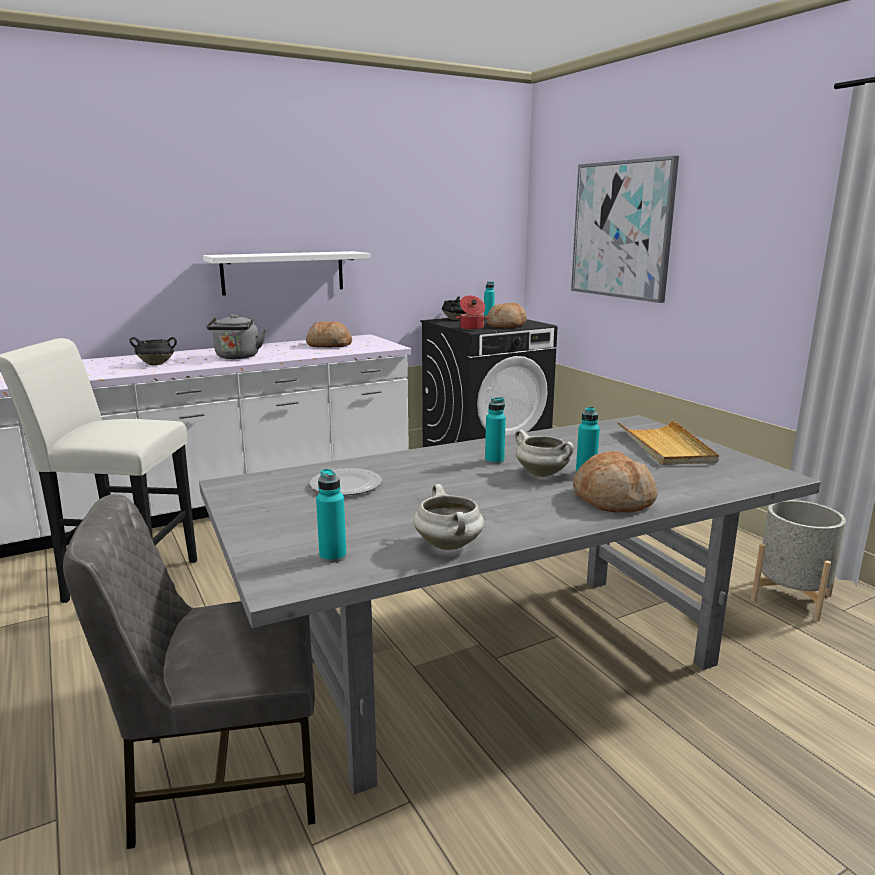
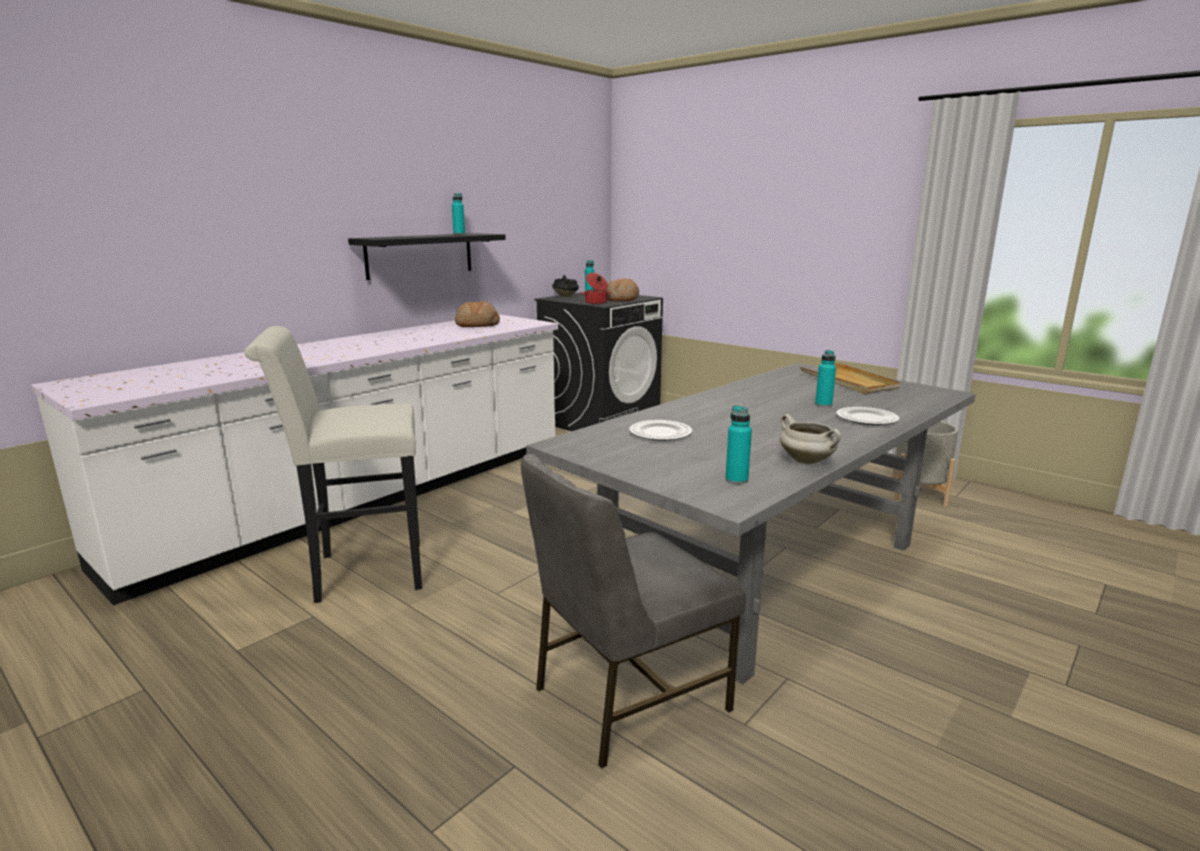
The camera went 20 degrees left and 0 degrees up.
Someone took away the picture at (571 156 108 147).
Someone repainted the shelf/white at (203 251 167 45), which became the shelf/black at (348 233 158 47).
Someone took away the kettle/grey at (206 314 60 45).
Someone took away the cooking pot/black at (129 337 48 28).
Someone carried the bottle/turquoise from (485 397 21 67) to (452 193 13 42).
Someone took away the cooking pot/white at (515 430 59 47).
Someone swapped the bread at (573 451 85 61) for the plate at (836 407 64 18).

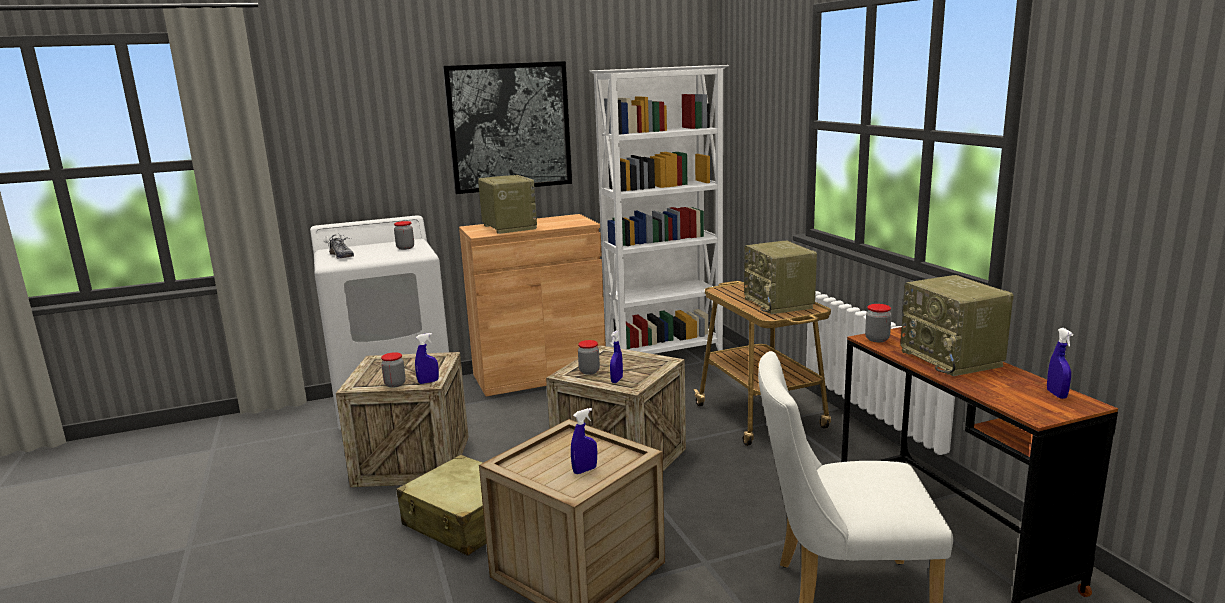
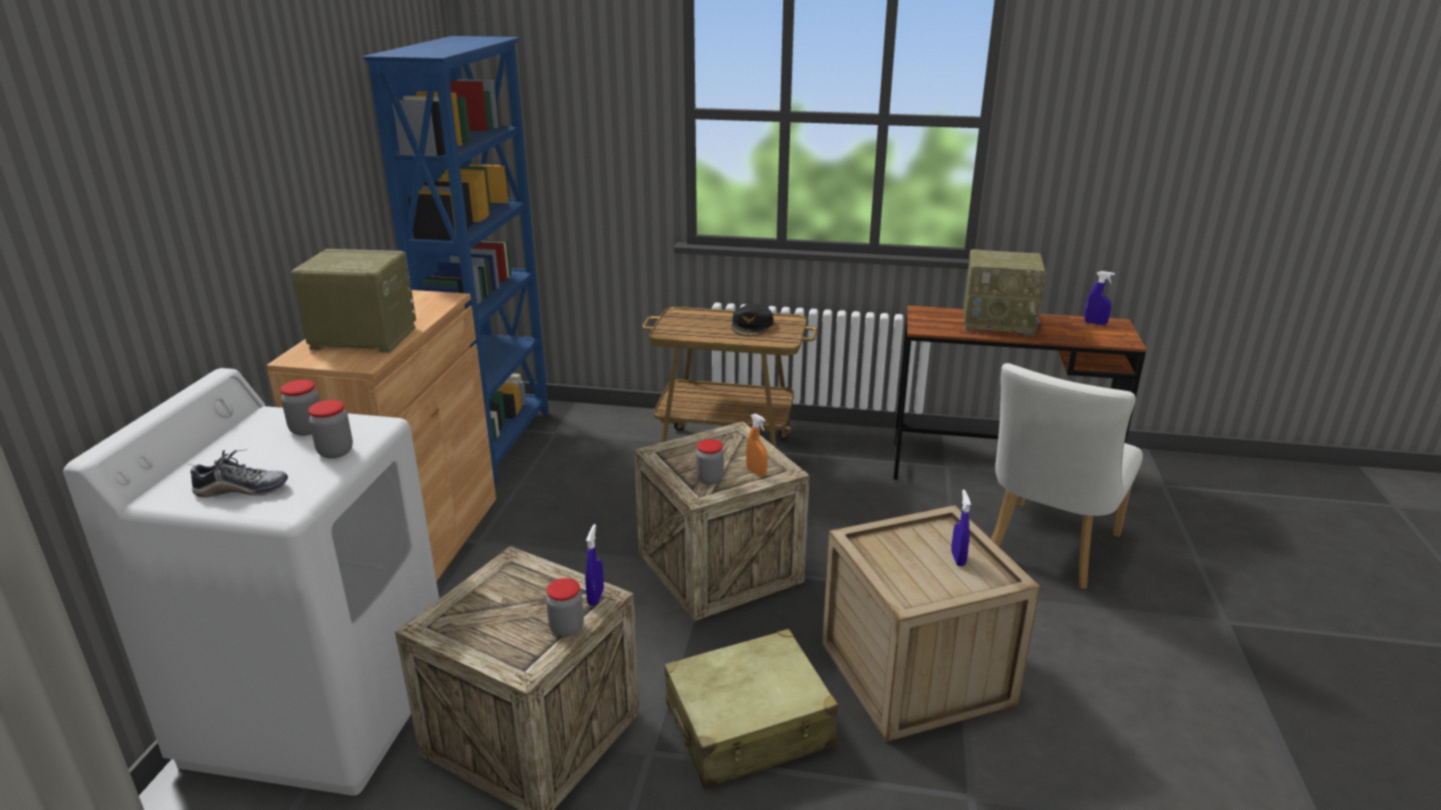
The camera went 60 degrees left and 10 degrees up.
Someone took away the picture at (443 61 129 133).
Someone repainted the bookcase/white at (590 65 139 289), which became the bookcase/blue at (363 36 186 447).
Someone swapped the radio at (744 241 73 73) for the cap/black at (731 304 43 32).
Someone carried the jar from (865 304 27 38) to (308 400 45 59).
Someone repainted the spray bottle/blue at (610 331 13 52), which became the spray bottle/orange at (746 413 22 64).

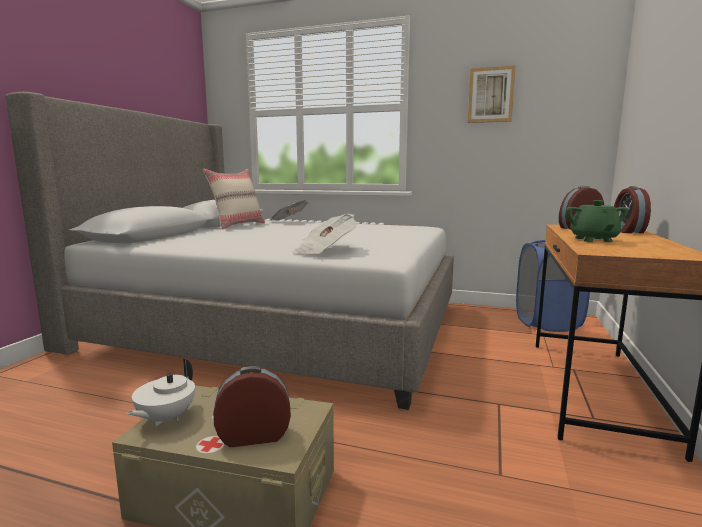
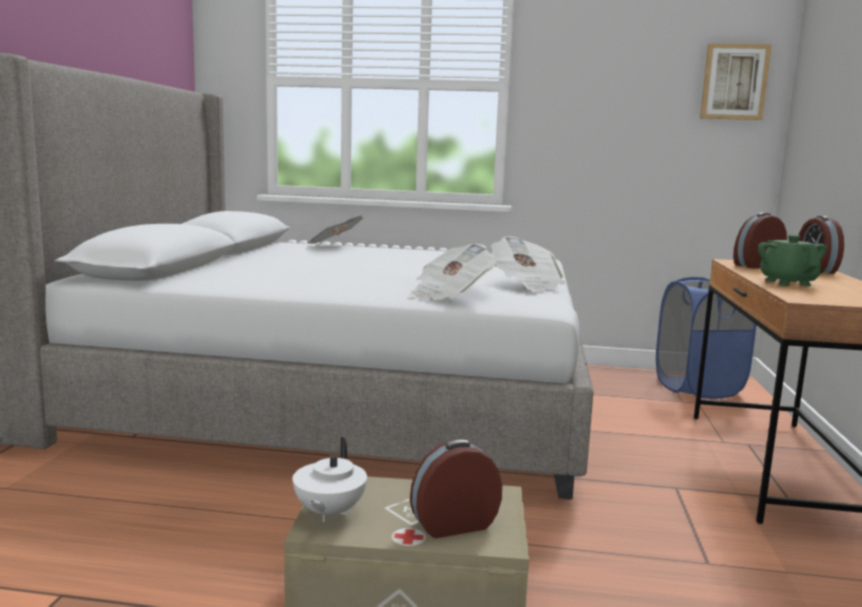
The camera went 10 degrees left and 0 degrees up.
Someone carried the picture from (468 65 48 58) to (700 44 72 76).
Someone took away the pillow/beige at (203 169 62 61).
Someone put down the newspaper at (491 236 74 56).

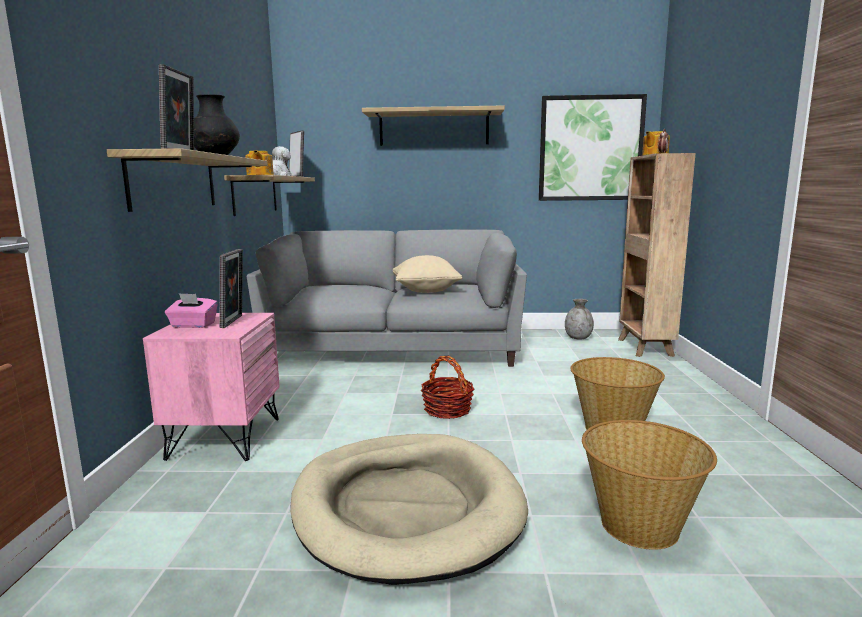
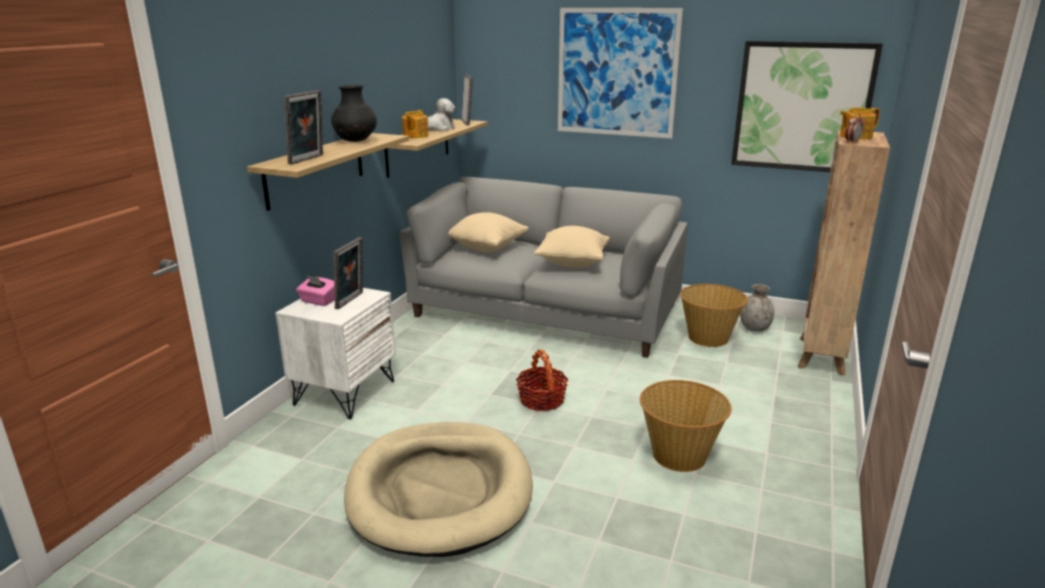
The camera went 20 degrees right and 10 degrees up.
Someone swapped the shelf at (362 106 143 40) for the picture at (558 8 125 130).
Someone repainted the nightstand/pink at (143 313 137 148), which became the nightstand/white at (276 288 119 131).
Someone carried the basket from (582 420 135 130) to (680 284 68 63).
Someone put down the pillow/beige at (448 212 81 40).

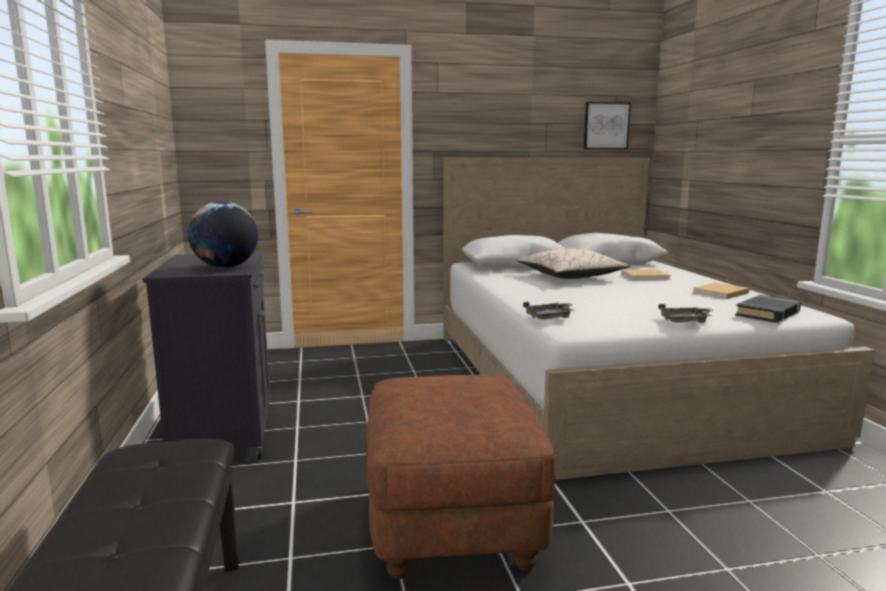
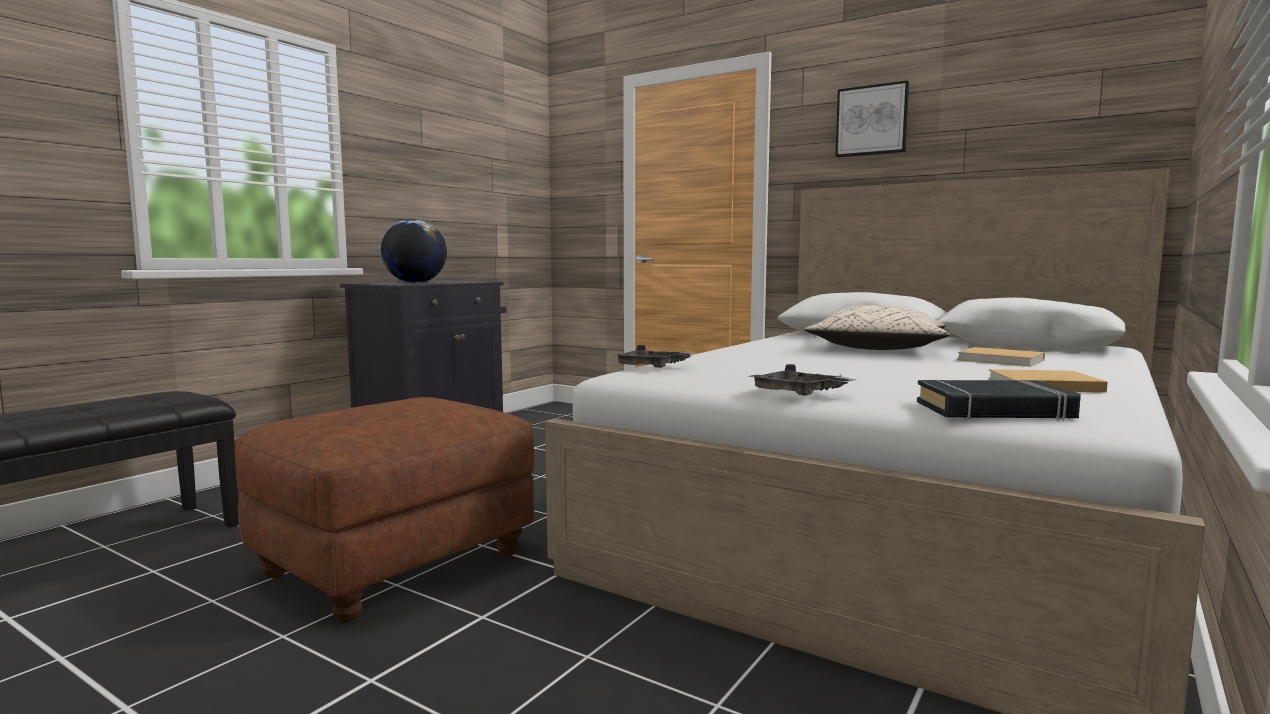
The camera went 45 degrees right and 5 degrees down.
Someone carried the picture from (583 102 48 47) to (835 80 74 77).

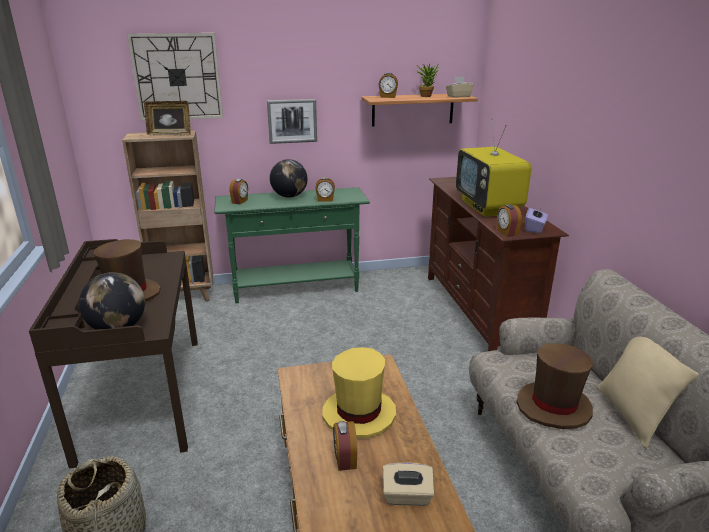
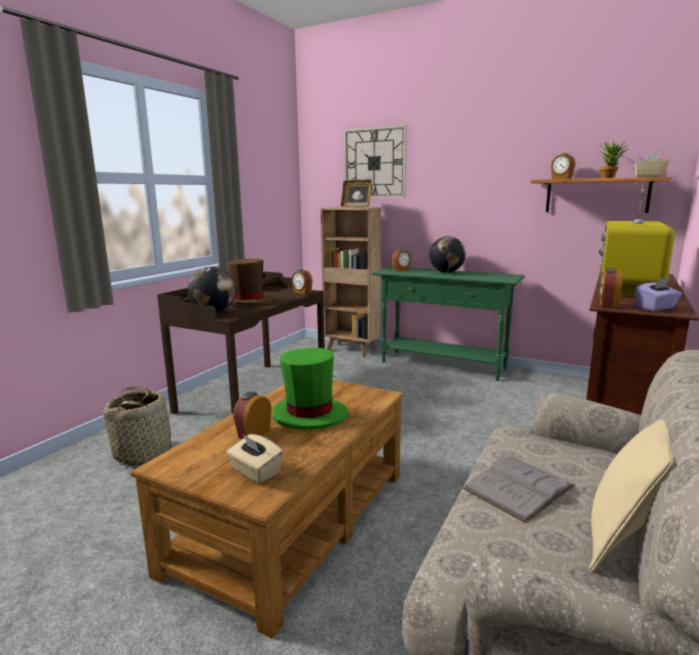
The camera went 40 degrees right and 10 degrees down.
Someone took away the picture at (267 99 50 45).
Someone carried the alarm clock from (315 177 20 25) to (292 269 21 26).
Someone swapped the hat/brown at (516 343 77 86) for the book/grey at (463 457 113 66).
Someone repainted the hat/yellow at (322 347 74 91), which became the hat/green at (273 348 75 82).

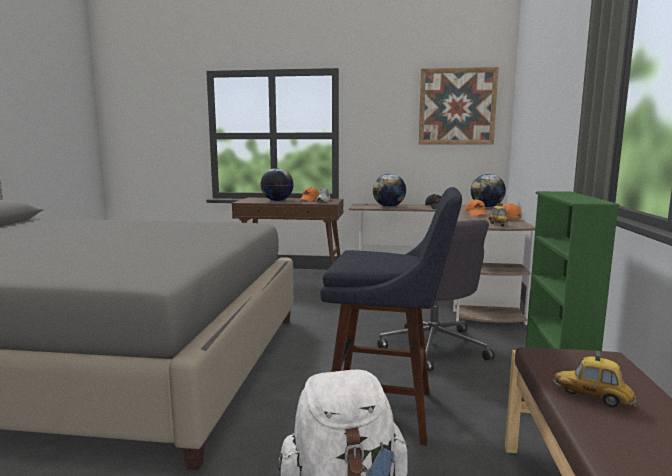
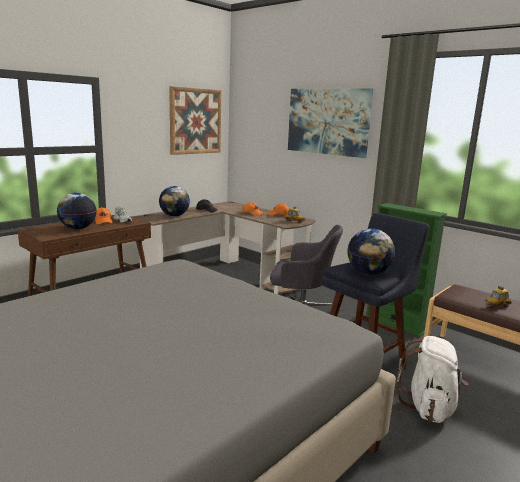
The camera went 55 degrees left and 5 degrees up.
Someone carried the globe from (471 174 35 33) to (347 228 48 47).
Someone put up the picture at (288 89 85 69).

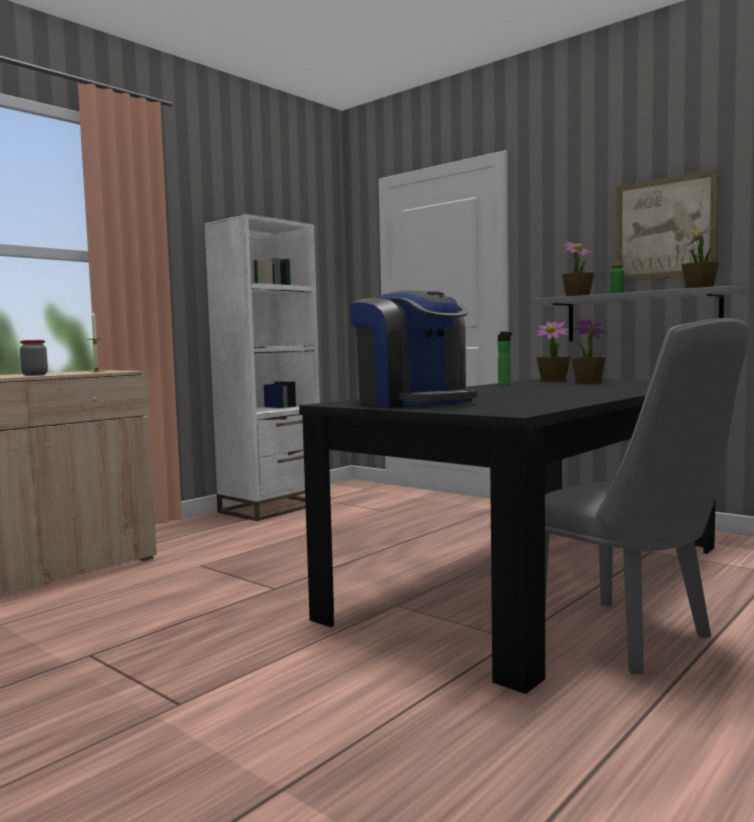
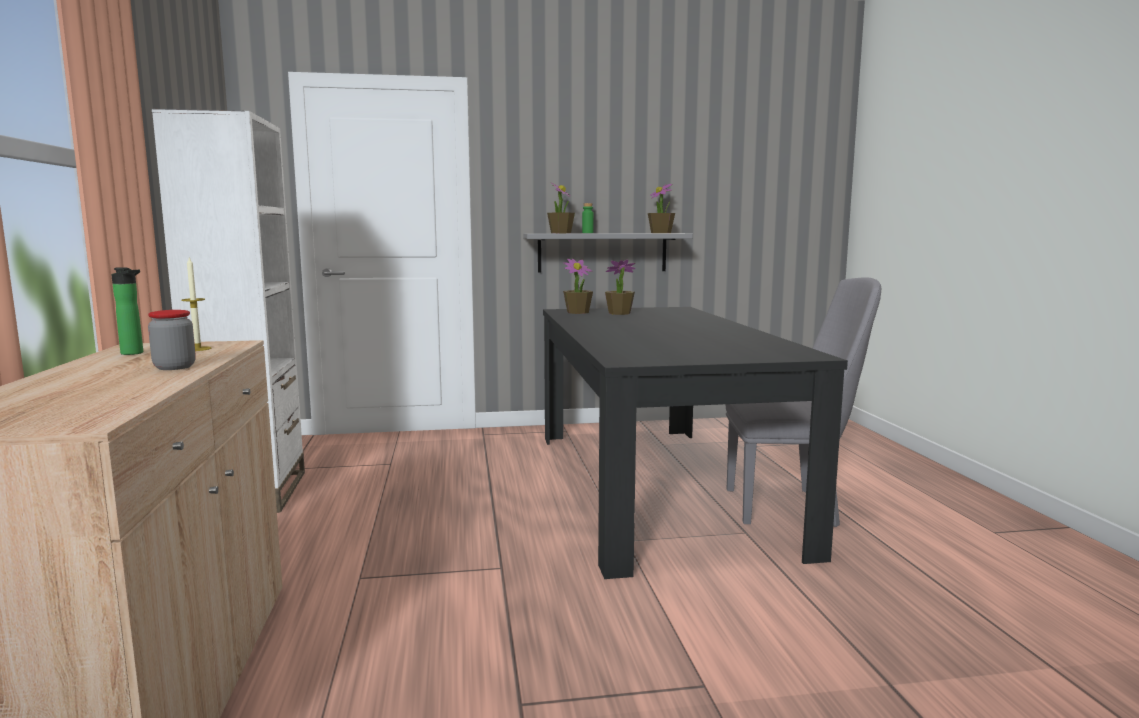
The camera went 50 degrees left and 5 degrees up.
Someone took away the picture at (616 169 103 112).
Someone took away the coffee machine at (349 290 128 118).
Someone carried the bottle from (498 331 14 54) to (112 268 31 87).

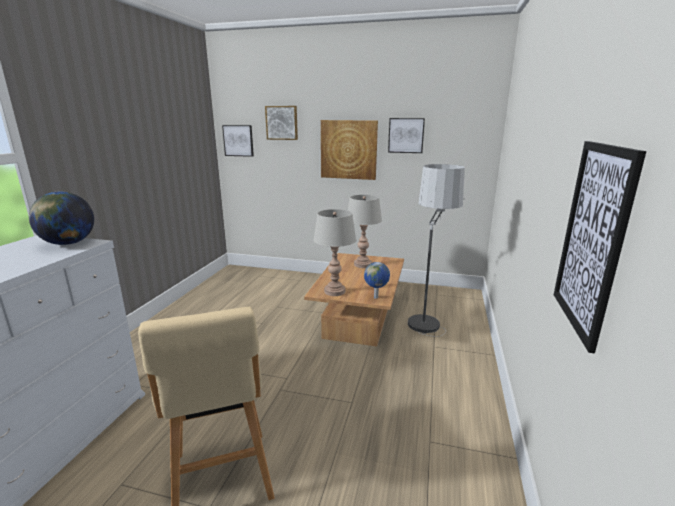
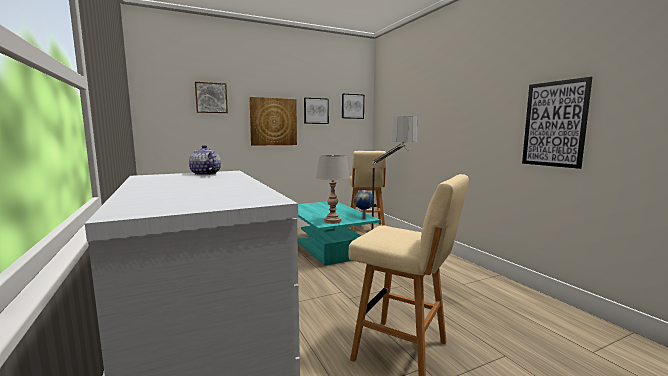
The camera went 40 degrees left and 10 degrees down.
Someone carried the picture from (222 125 32 32) to (342 94 22 25).
Someone swapped the globe at (29 191 65 54) for the teapot at (189 145 32 30).
Someone took away the table lamp/grey at (348 195 34 73).
Someone repainted the coffee table/brown at (304 253 100 94), which became the coffee table/turquoise at (298 201 83 65).
Someone put down the stool/beige at (349 151 37 80).

